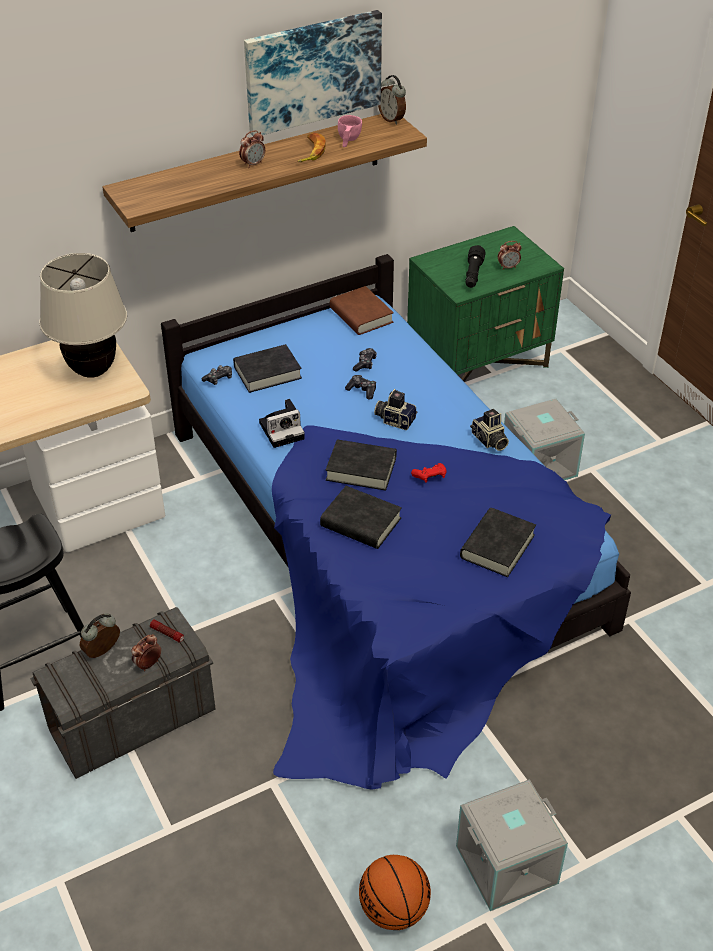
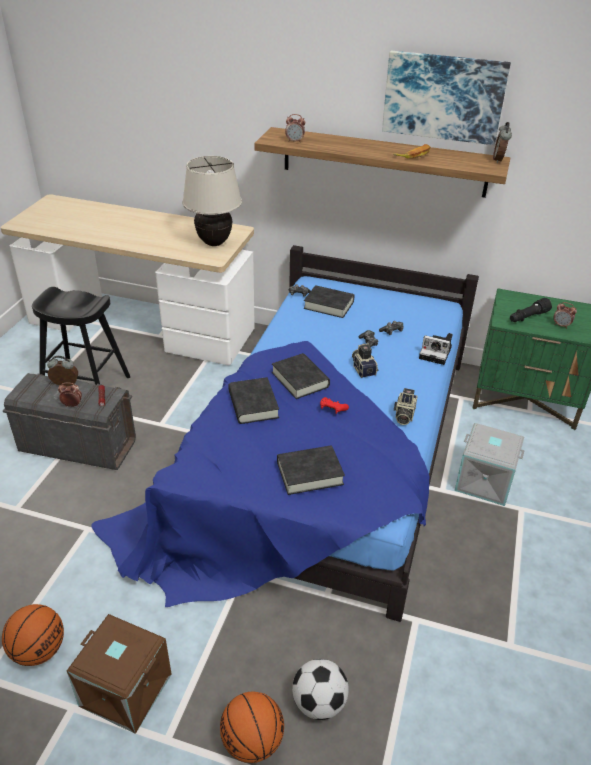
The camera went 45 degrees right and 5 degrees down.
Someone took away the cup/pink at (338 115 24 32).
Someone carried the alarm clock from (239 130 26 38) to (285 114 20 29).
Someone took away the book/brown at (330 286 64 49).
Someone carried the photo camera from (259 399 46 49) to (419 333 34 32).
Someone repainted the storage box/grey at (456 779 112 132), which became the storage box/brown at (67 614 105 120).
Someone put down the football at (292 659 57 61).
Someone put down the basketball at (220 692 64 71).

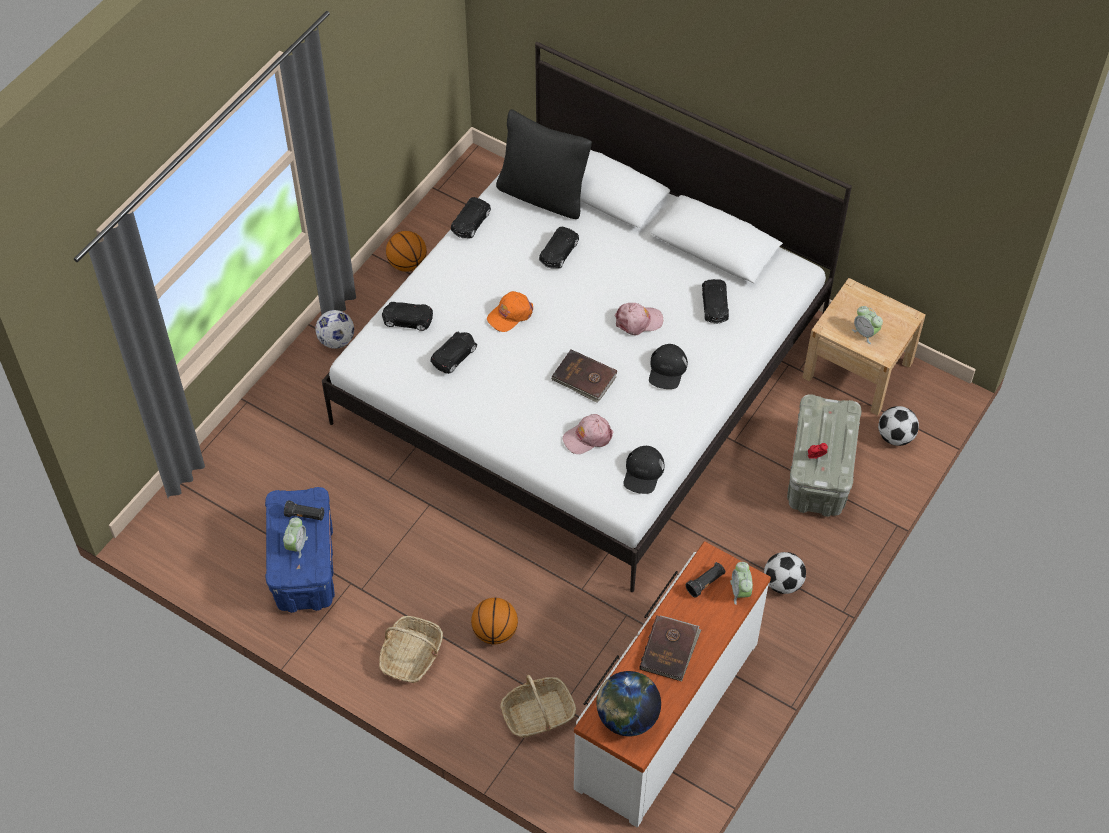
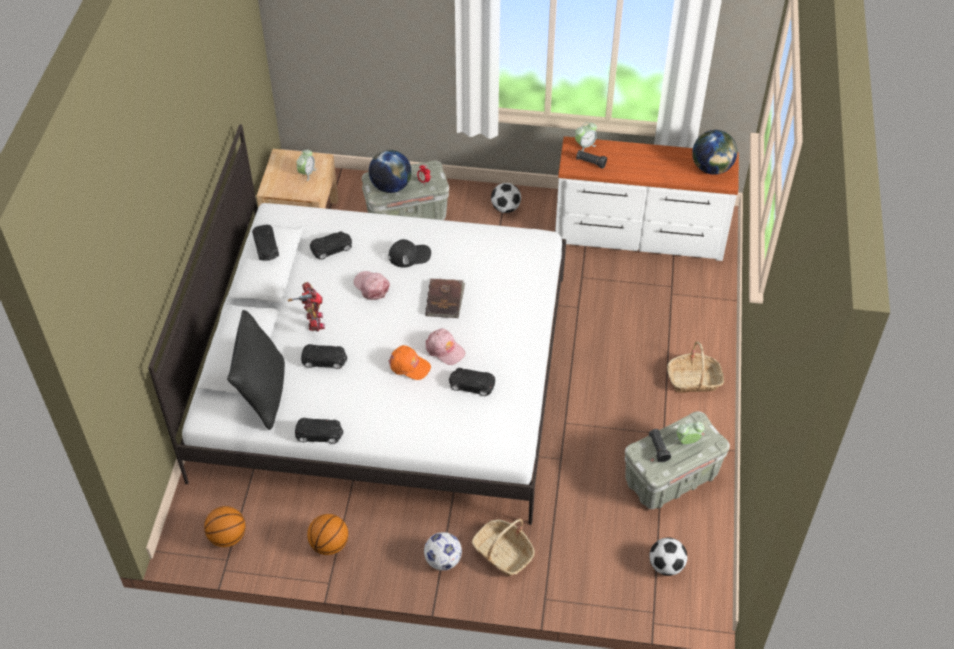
The camera went 115 degrees left and 5 degrees down.
Someone carried the toy car/black from (382 302 51 29) to (252 225 27 36).
Someone carried the football from (878 406 41 40) to (650 537 37 39).
Someone carried the cap/pink from (563 414 50 40) to (426 328 39 37).
Someone took away the cap/black at (623 446 42 48).
Someone repainted the storage box/blue at (265 487 70 126), which became the storage box/grey at (625 411 105 98).
Someone carried the basketball from (471 598 47 46) to (204 506 42 41).
Someone took away the book/brown at (639 615 62 66).
Someone carried the basket from (500 675 76 63) to (472 519 63 57).
Someone put down the globe at (369 150 42 43).
Someone put down the toy robot at (288 282 37 50).

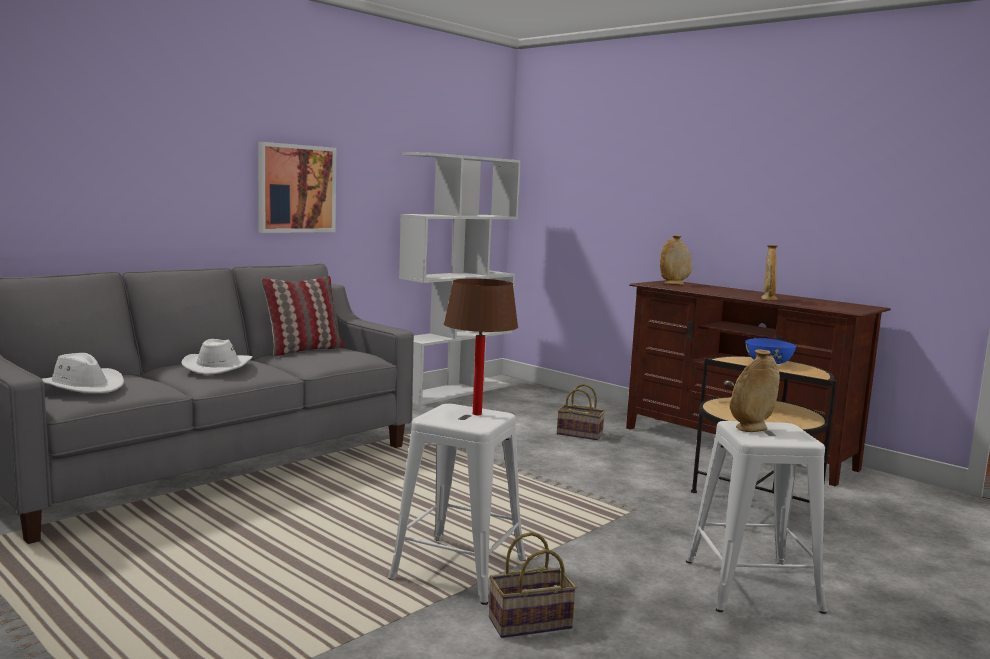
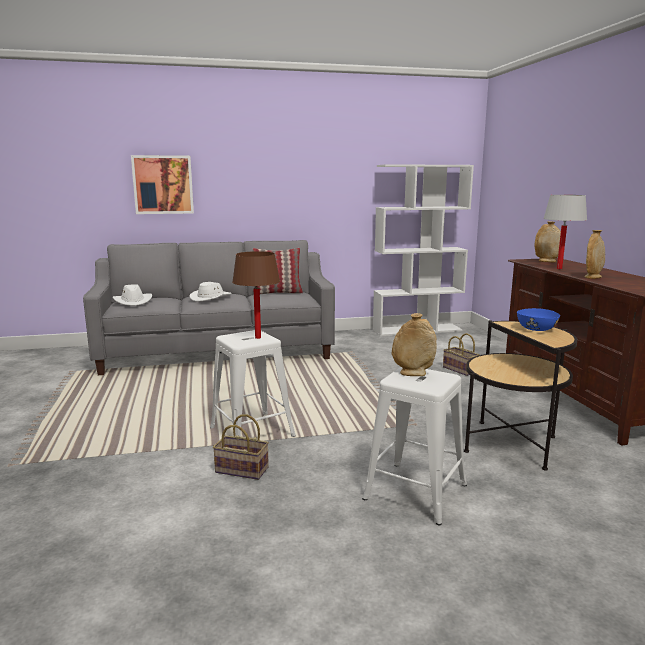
The camera went 35 degrees right and 5 degrees up.
Someone carried the picture from (258 142 78 91) to (131 155 63 59).
Someone put down the table lamp/white at (543 195 44 74).

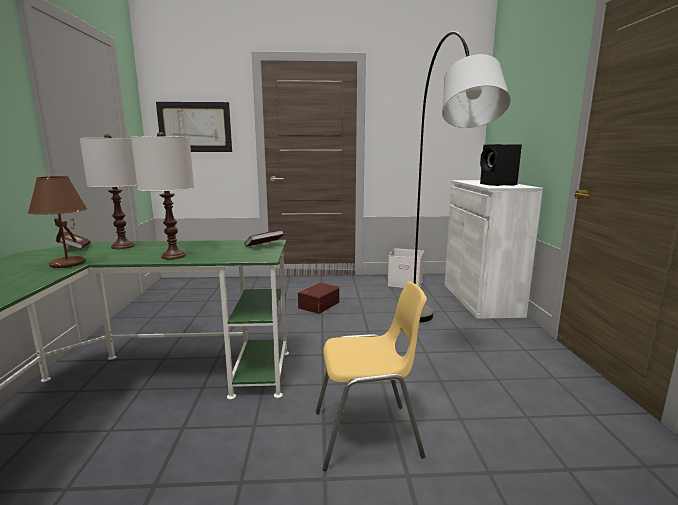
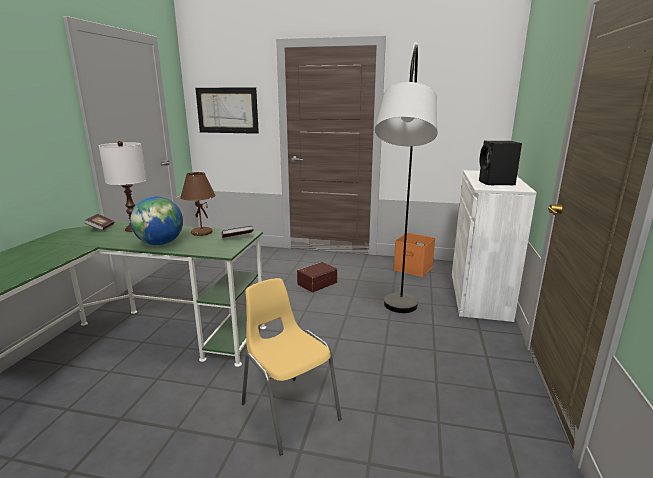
The camera went 15 degrees right and 5 degrees up.
Someone swapped the table lamp/white at (131 132 63 127) for the globe at (130 196 53 49).
Someone carried the table lamp/brown from (28 176 59 92) to (180 172 36 64).
Someone repainted the storage box/white at (387 248 37 40), which became the storage box/orange at (393 233 42 44).
Someone rotated the chair/yellow at (316 281 111 190) by 135 degrees counterclockwise.

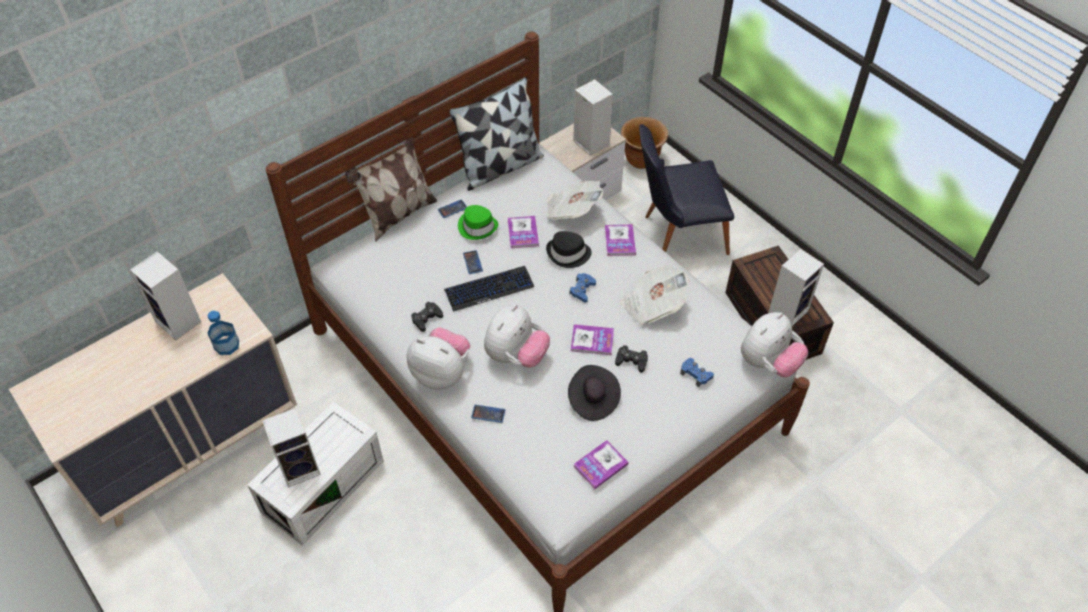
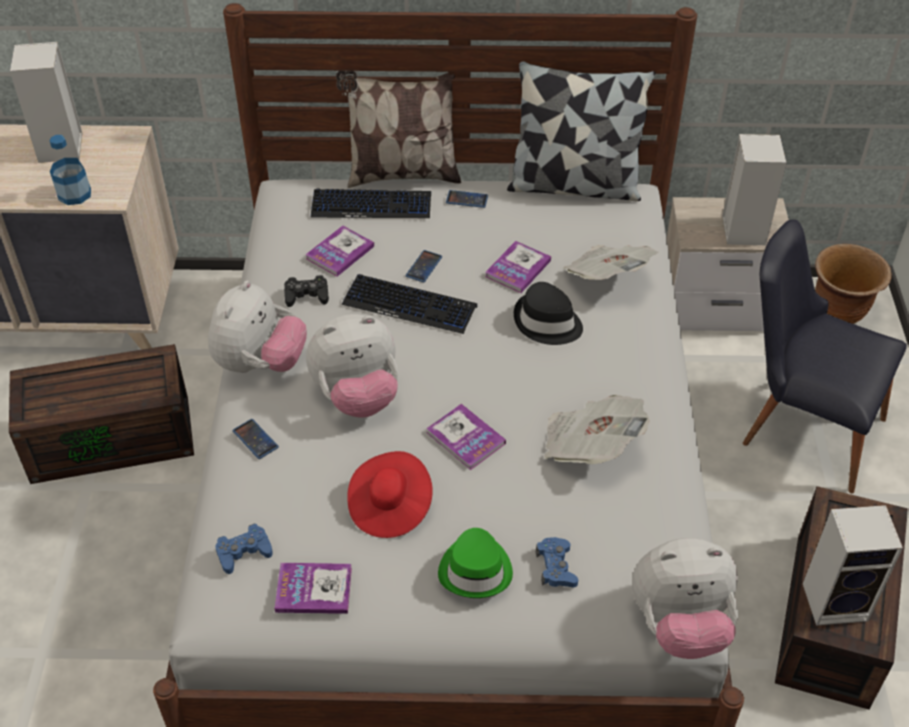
The camera went 40 degrees right and 5 degrees down.
Someone carried the hat/green from (458 205 40 35) to (438 528 75 70).
Someone carried the book from (605 224 31 32) to (305 225 69 51).
Someone carried the game controller/blue from (569 273 27 30) to (216 524 57 50).
Someone rotated the plush toy at (407 328 63 62) by 45 degrees clockwise.
Someone took away the game controller/black at (615 345 33 28).
Someone repainted the hat/black at (568 365 53 56), which became the hat/red at (347 451 86 87).
Someone repainted the storage box/white at (247 402 137 144), which became the storage box/brown at (9 344 185 140).
Someone took away the speaker at (262 408 59 80).
Someone put down the keyboard at (311 189 120 29).

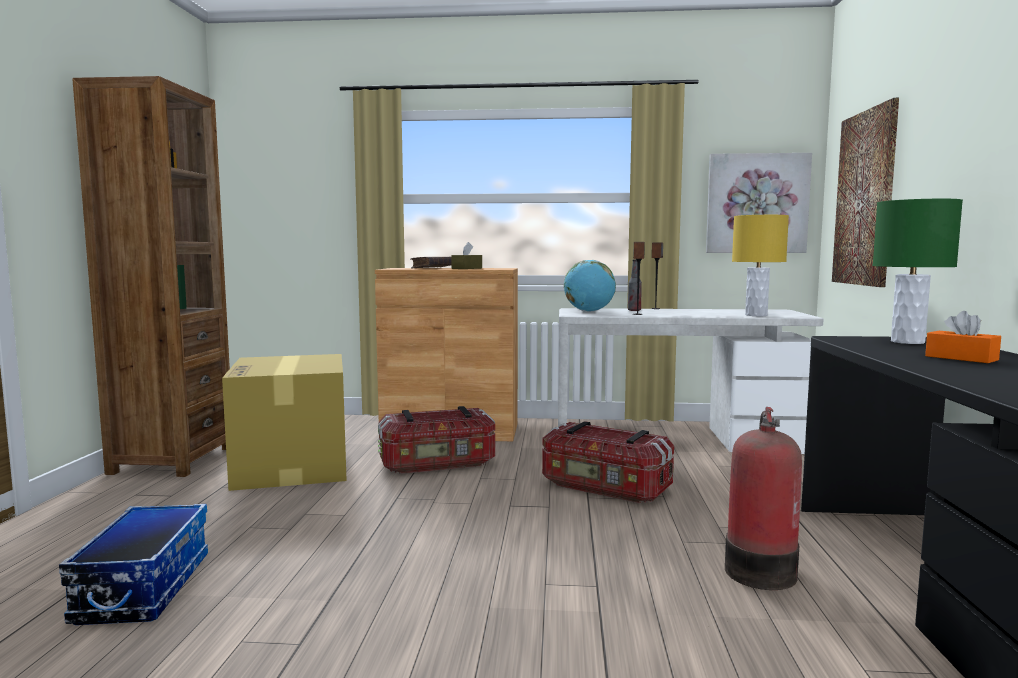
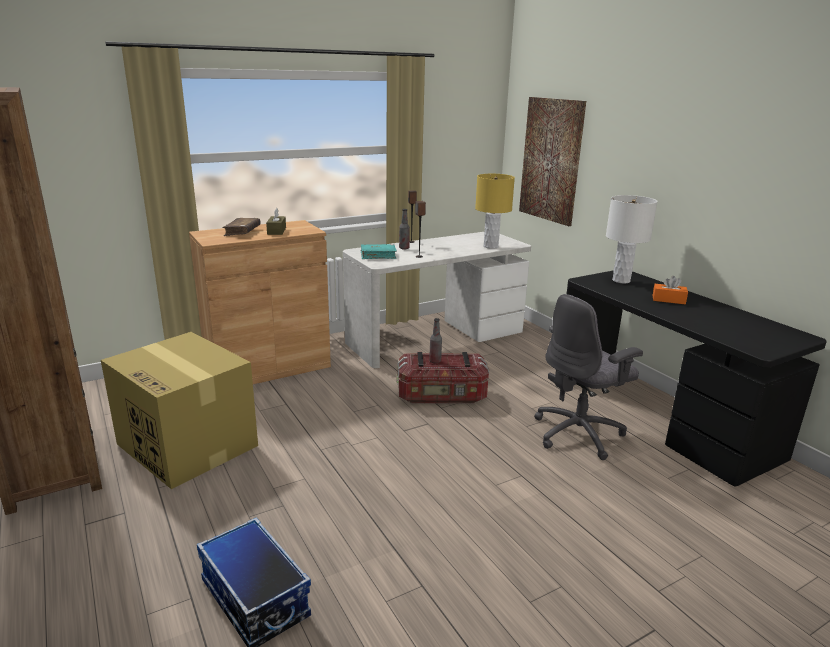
The camera went 35 degrees left and 15 degrees up.
Someone took away the picture at (706 153 106 100).
Someone repainted the table lamp/green at (873 199 90 145), which became the table lamp/white at (606 195 52 89).
Someone swapped the globe at (564 260 52 52) for the book/turquoise at (361 244 36 15).
Someone took away the storage box at (378 406 117 68).
Someone swapped the fire extinguisher at (725 407 77 183) for the office chair/grey at (534 294 109 166).
Someone put down the bottle at (429 318 13 45).

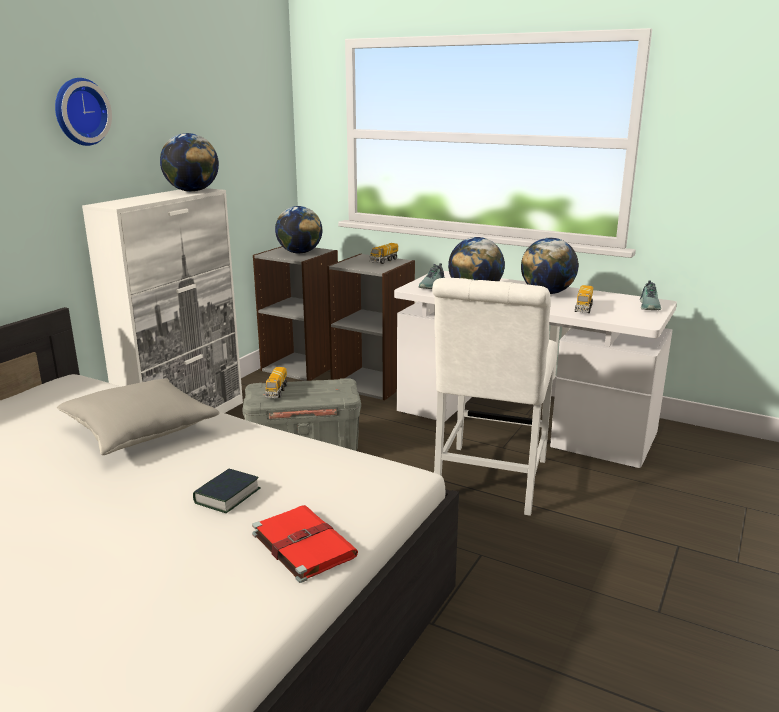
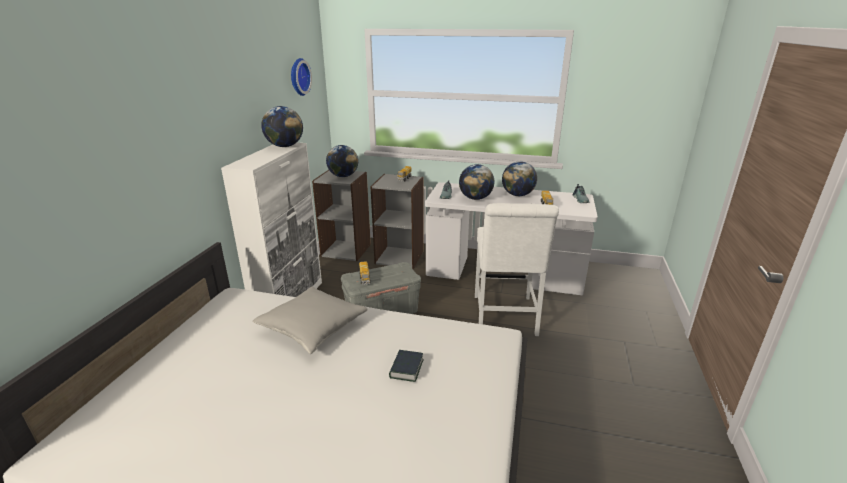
The camera went 15 degrees left and 5 degrees up.
Someone carried the wall clock from (55 78 57 68) to (291 58 21 38).
Someone took away the book/red at (252 505 106 78).

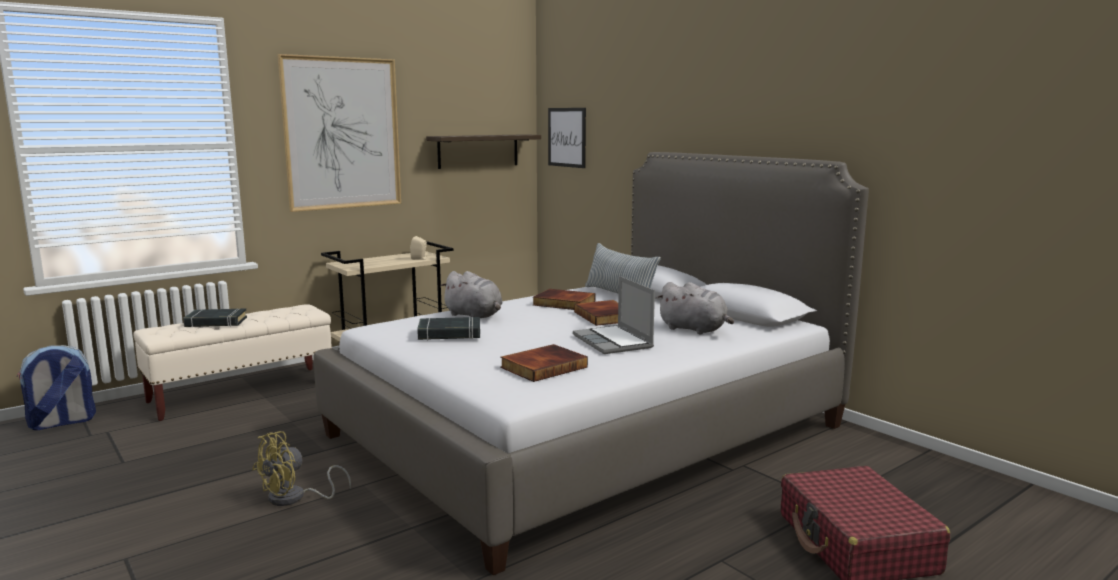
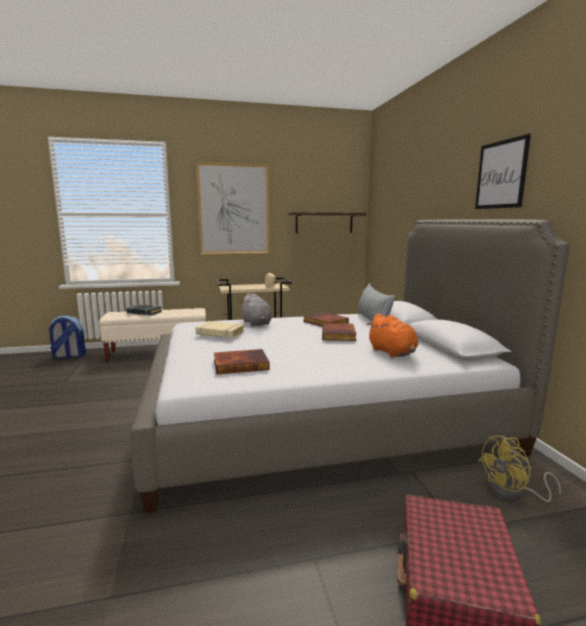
The camera went 25 degrees right and 0 degrees up.
Someone carried the picture from (548 108 38 60) to (475 134 56 75).
Someone took away the laptop at (573 276 82 78).
Someone repainted the plush toy/grey at (657 282 77 52), which became the plush toy/orange at (367 313 51 45).
Someone repainted the book/black at (417 317 63 23), which became the book/beige at (195 321 49 17).
Someone carried the fan/yellow from (252 431 99 75) to (478 435 83 67).

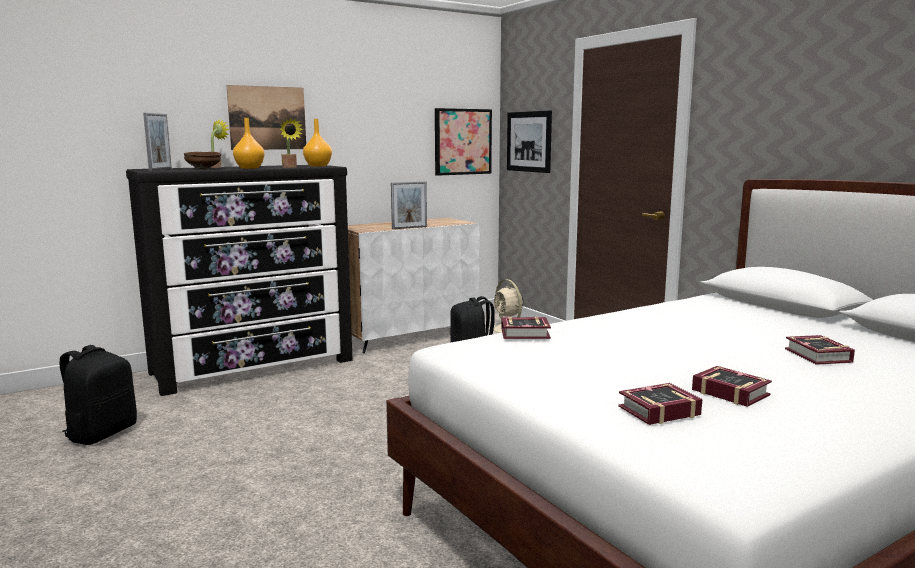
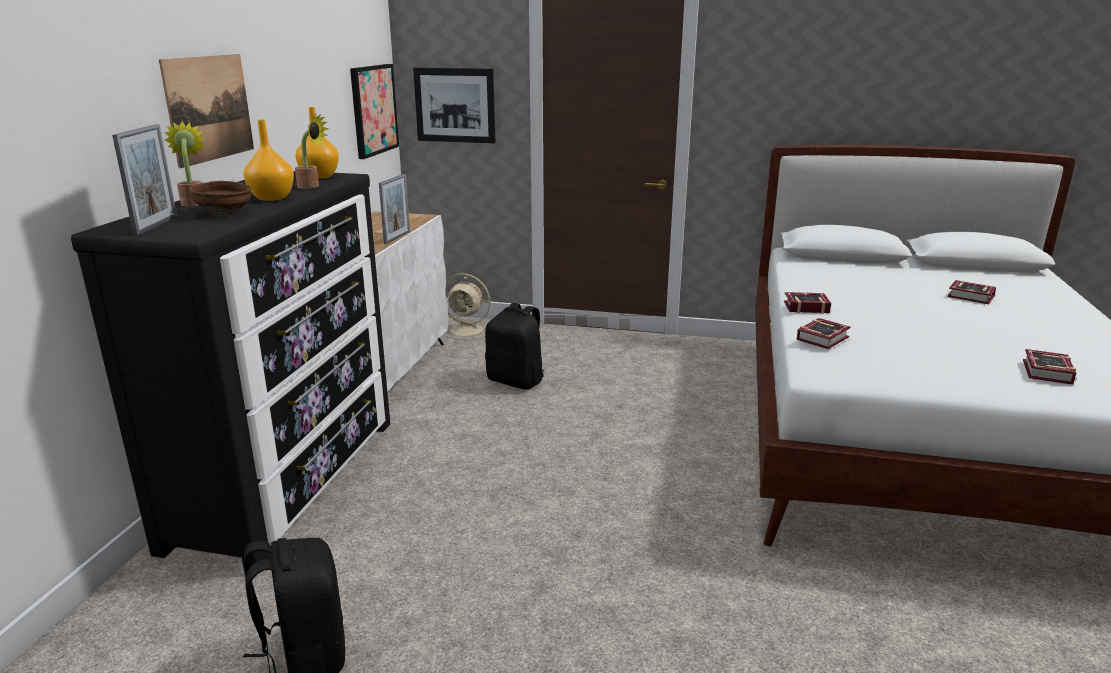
The camera went 45 degrees left and 10 degrees up.
Someone rotated the picture frame at (143 113 29 58) by 45 degrees clockwise.
Someone carried the book from (692 366 80 41) to (784 292 47 22).

